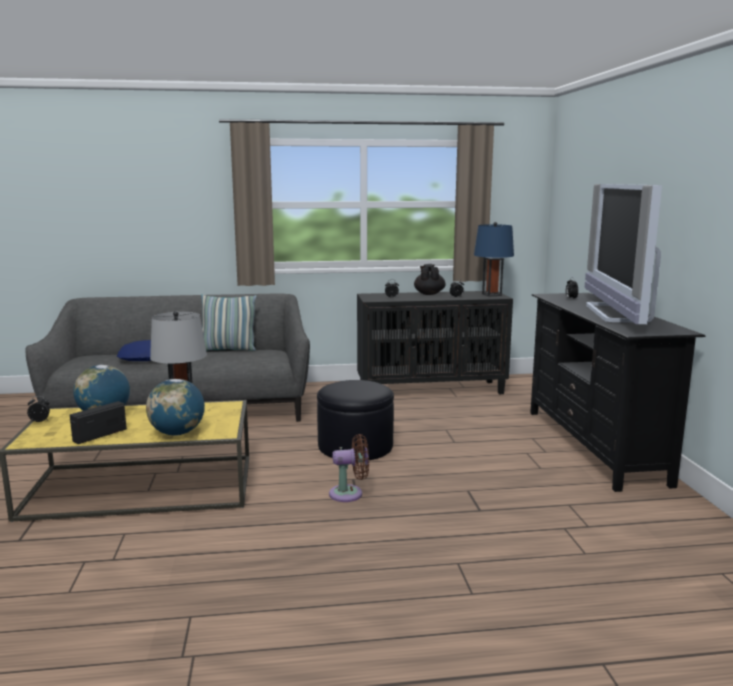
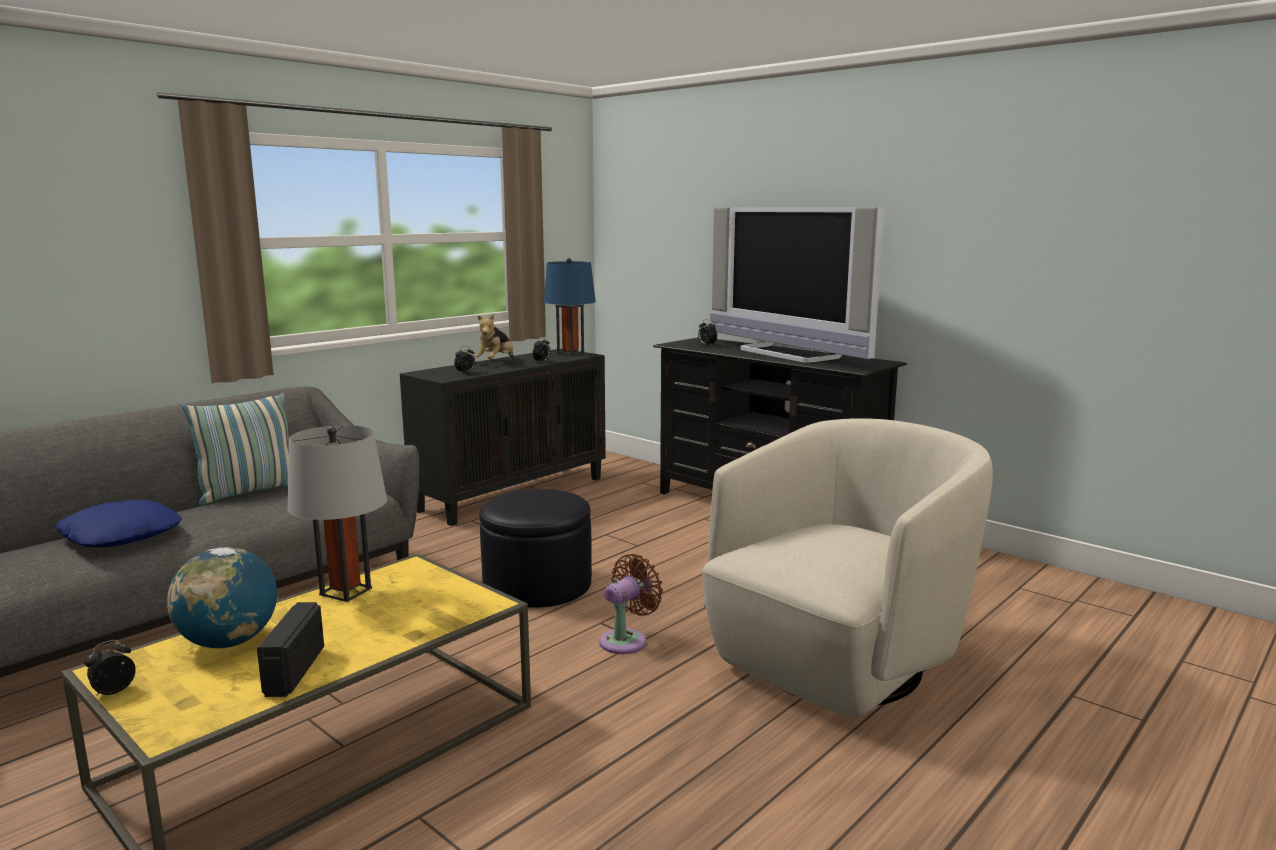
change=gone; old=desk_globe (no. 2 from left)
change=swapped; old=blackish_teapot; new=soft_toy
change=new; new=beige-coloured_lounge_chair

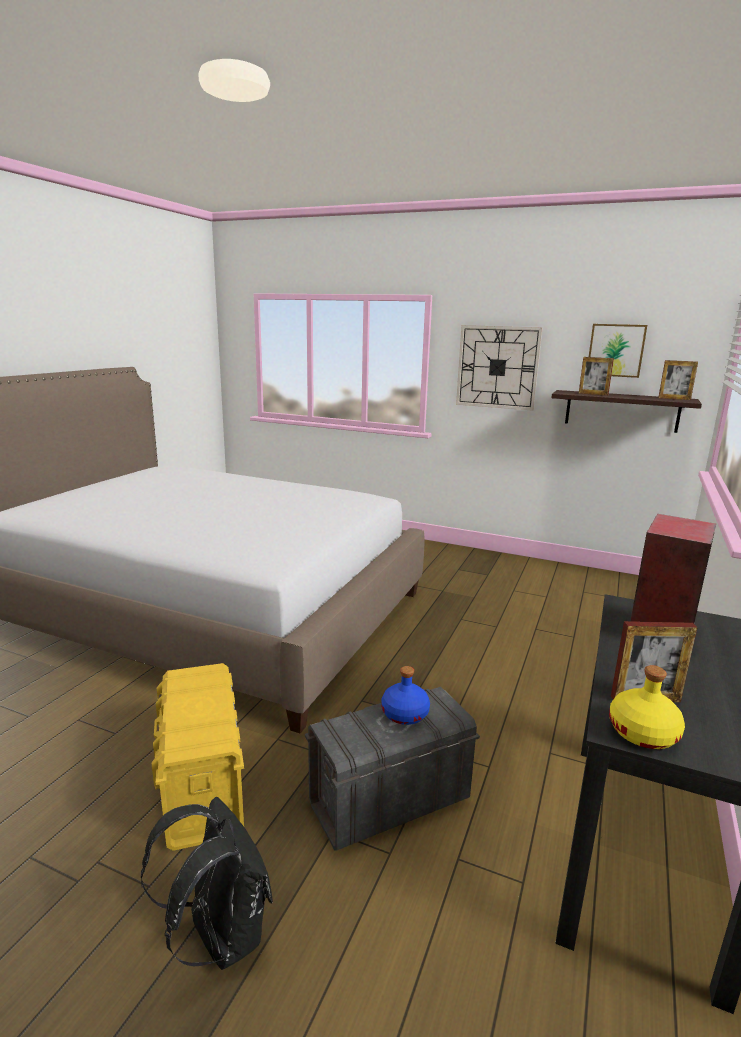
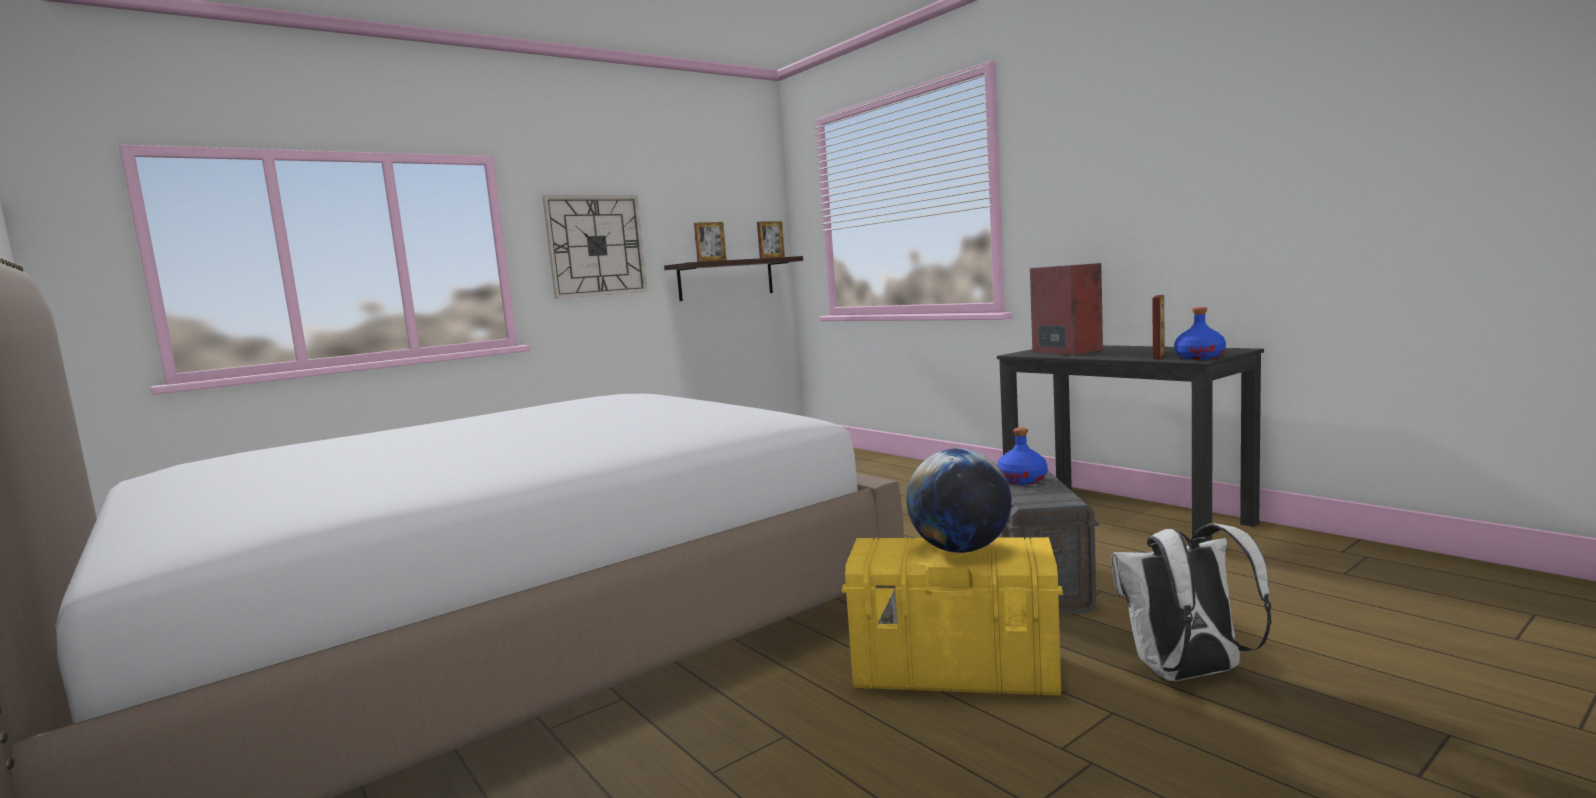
change=repainted; old=blackish_rucksack; new=white_rucksack
change=gone; old=picture
change=repainted; old=yellowish_drink_bottle; new=blue-coloured_drink_bottle (no. 2 from left)
change=new; new=desk_globe

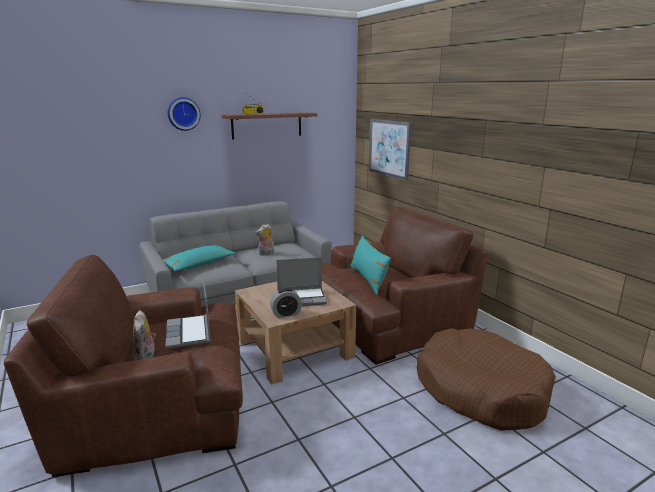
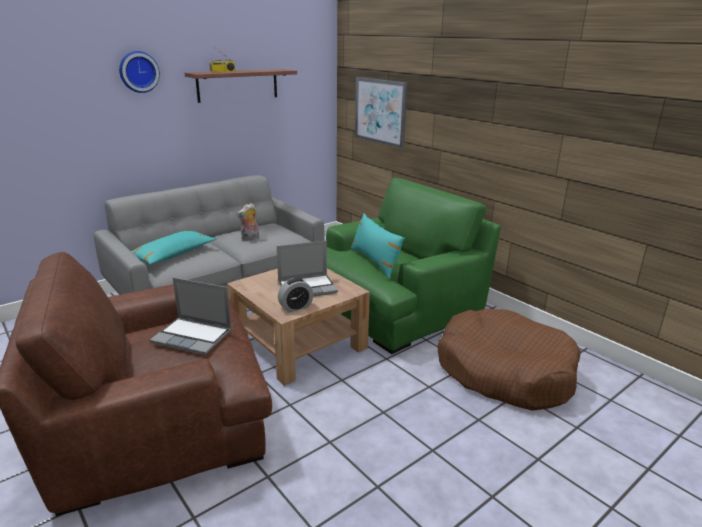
change=gone; old=soft_toy (no. 1 from left)
change=rotated; old=notebook_computer (no. 1 from left); degrees=-45
change=repainted; old=brownish_lounge_chair (no. 2 from left); new=green-coloured_lounge_chair

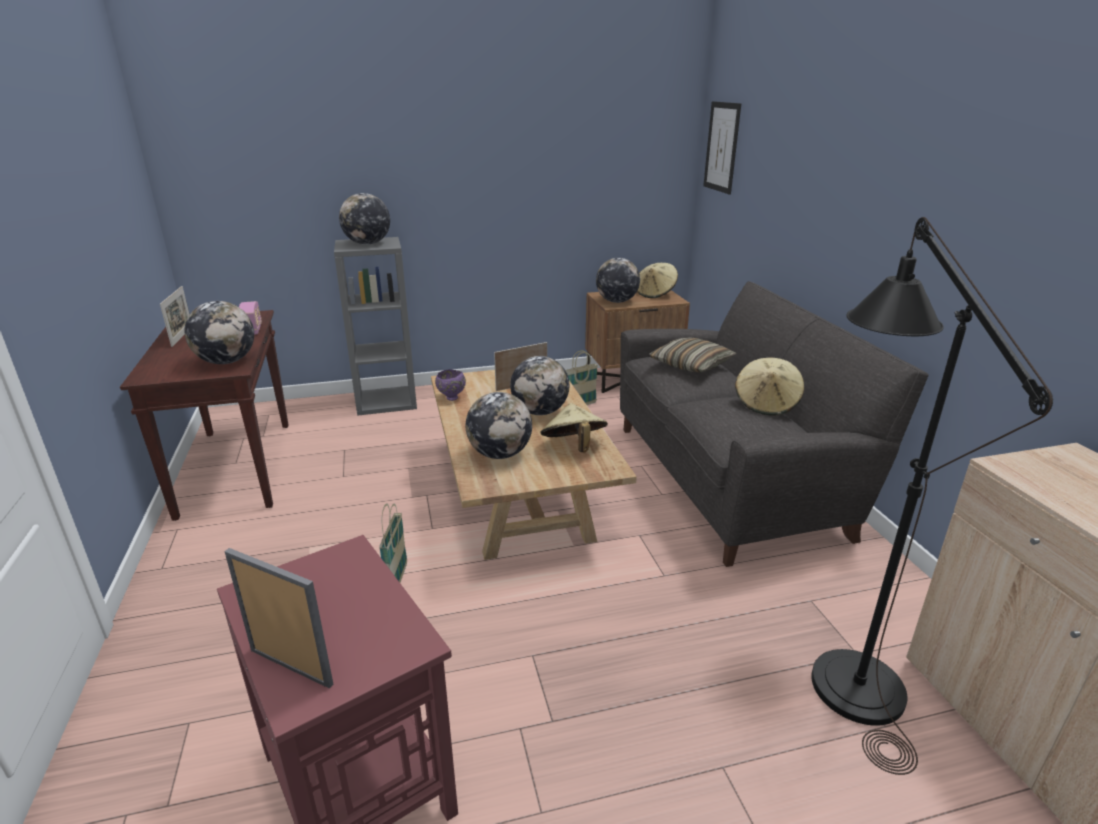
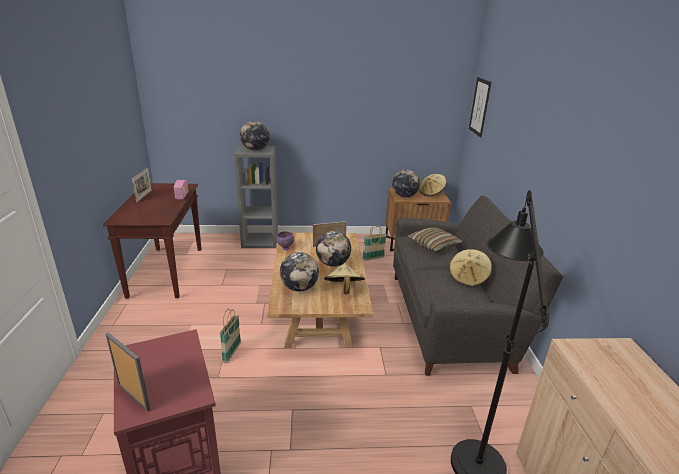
change=gone; old=desk_globe (no. 1 from left)

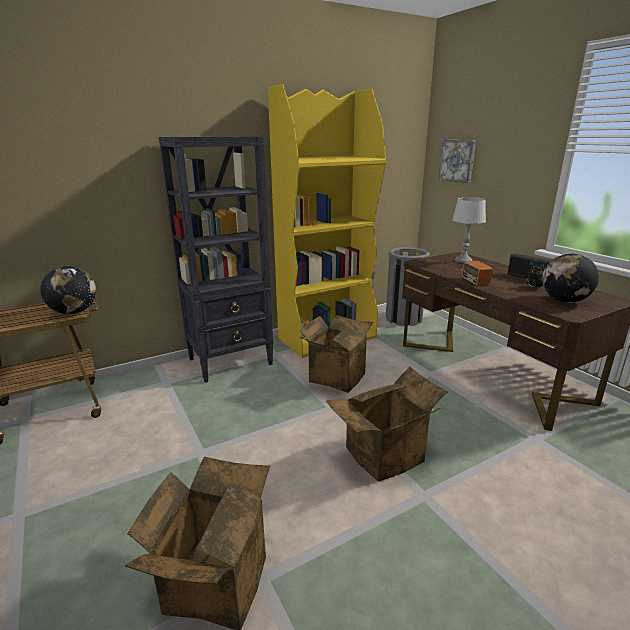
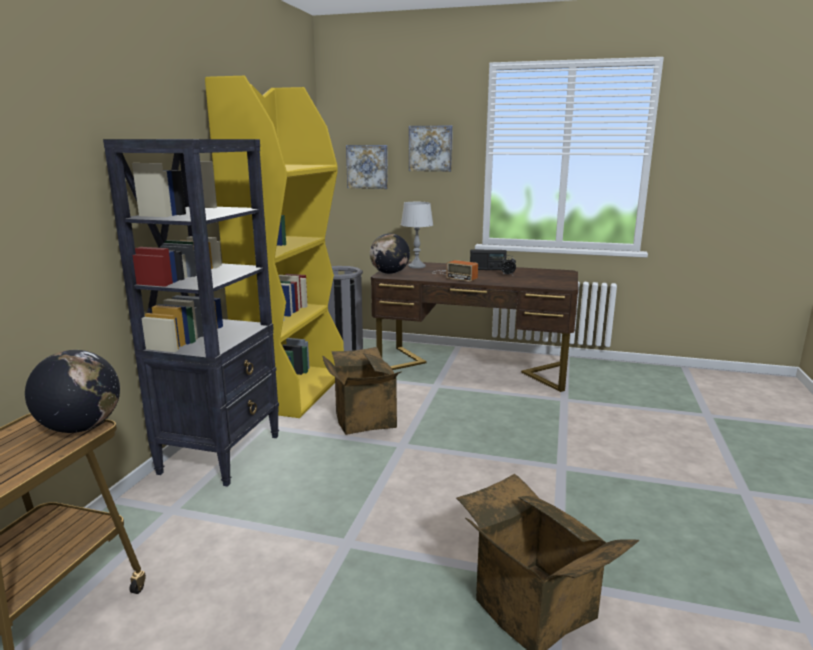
change=gone; old=cardboard_box (no. 3 from left)
change=shifted; old=desk_globe (no. 2 from left)
change=new; new=picture (no. 2 from left)

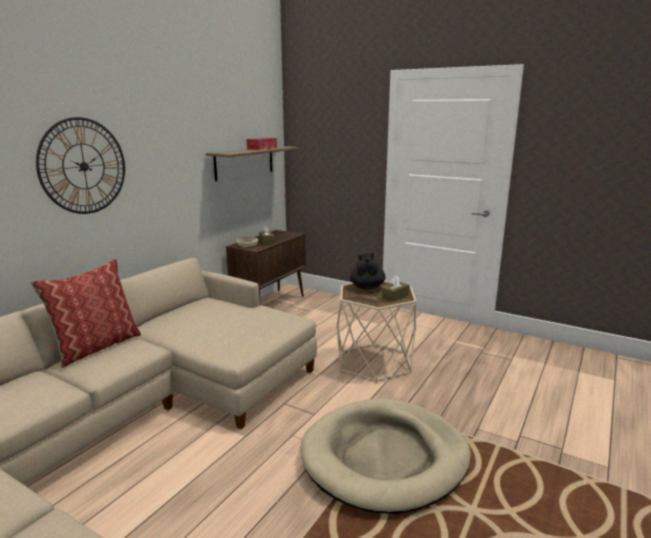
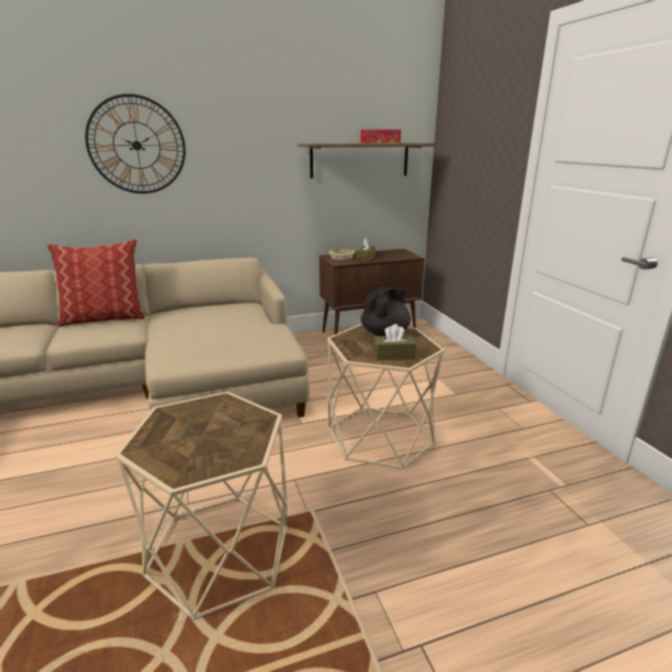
change=swapped; old=beige-coloured_pet_bed; new=beige-coloured_side_table (no. 1 from left)

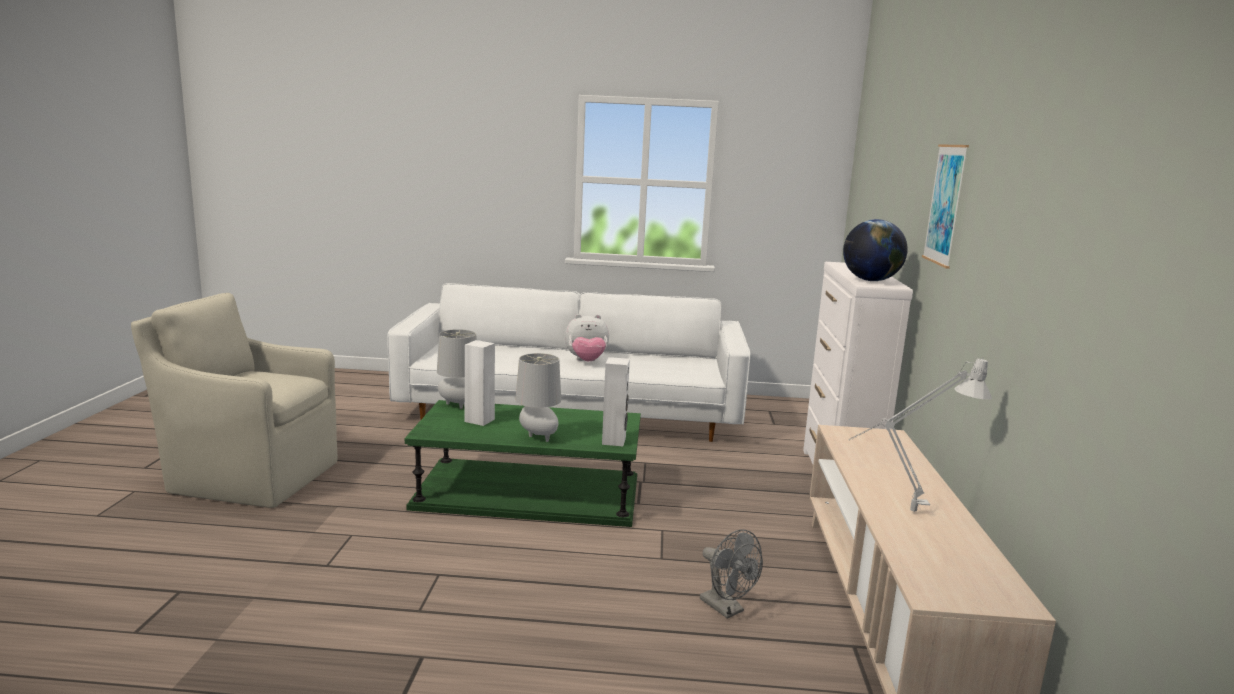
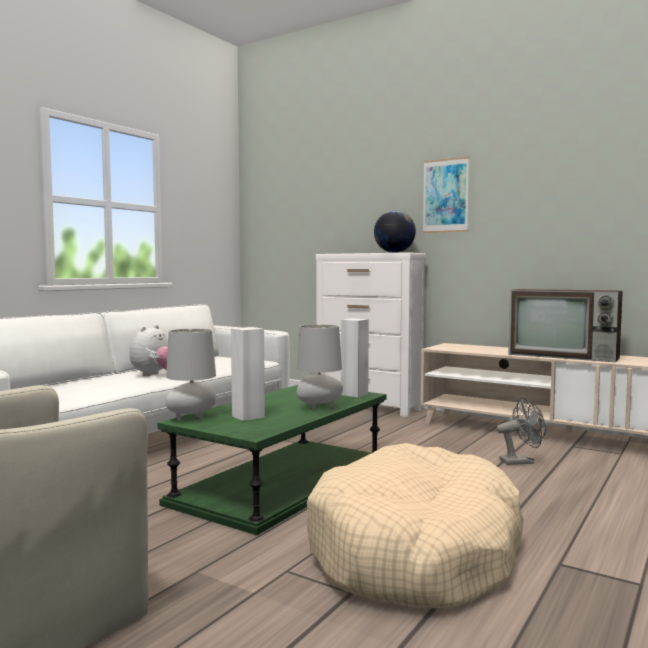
change=swapped; old=greyish_tabletop_lamp (no. 3 from left); new=TV
change=new; new=beige-coloured_pet_bed

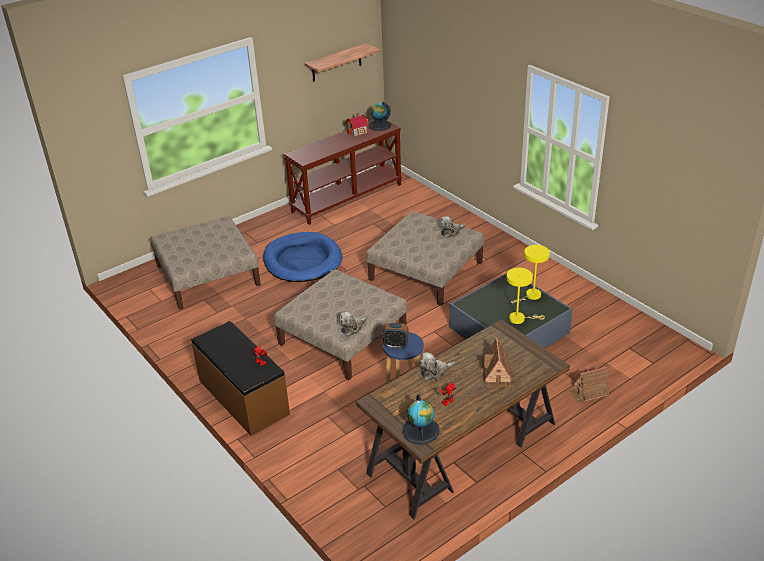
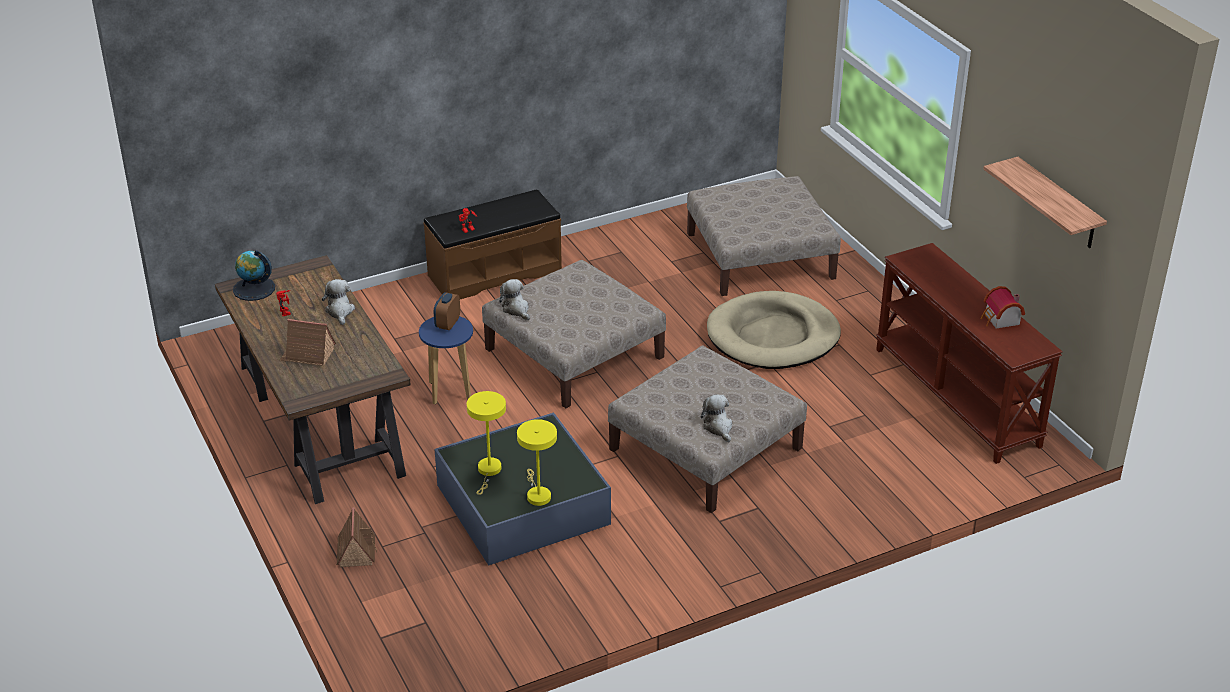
change=repainted; old=blue-coloured_pet_bed; new=beige-coloured_pet_bed
change=gone; old=desk_globe (no. 1 from left)

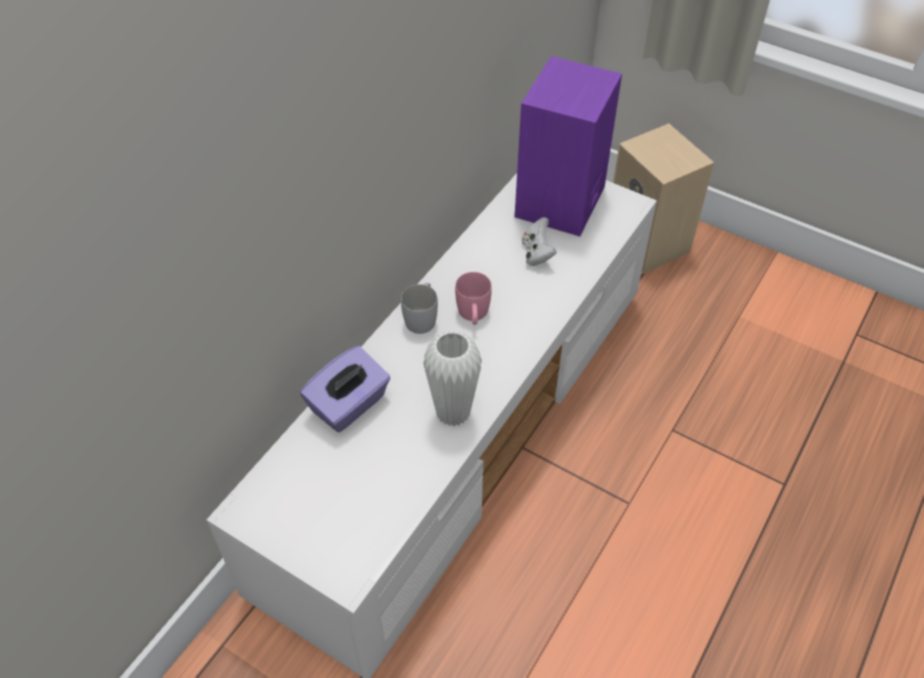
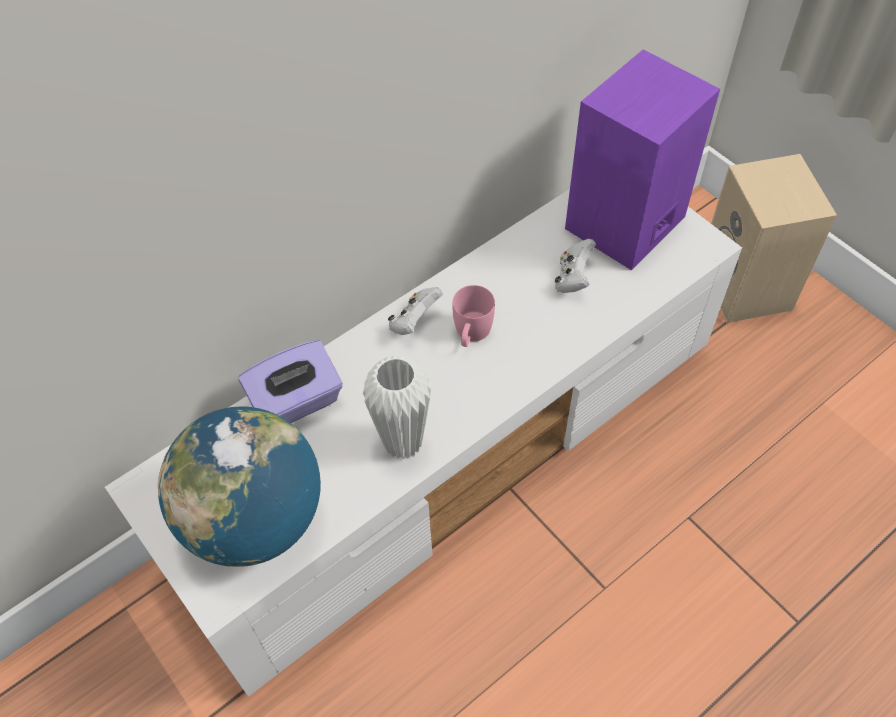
change=swapped; old=white_coffee_mug; new=white_gamepad (no. 1 from left)
change=new; new=desk_globe

